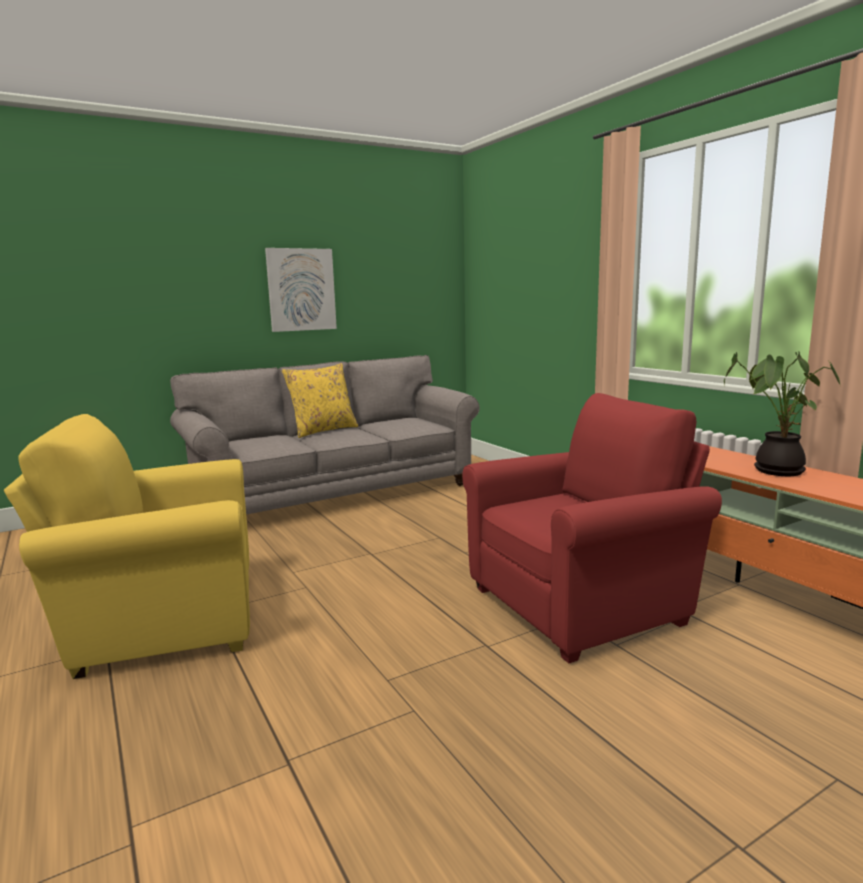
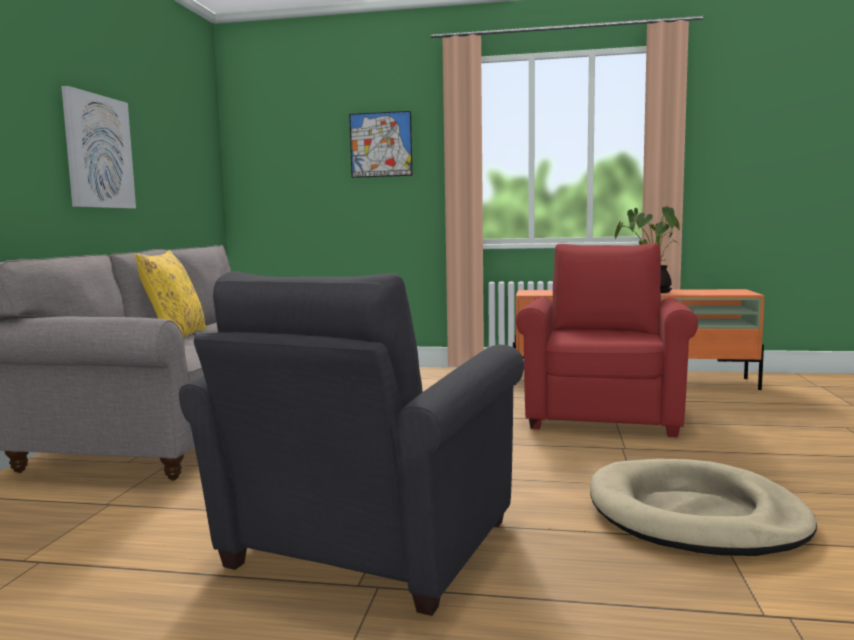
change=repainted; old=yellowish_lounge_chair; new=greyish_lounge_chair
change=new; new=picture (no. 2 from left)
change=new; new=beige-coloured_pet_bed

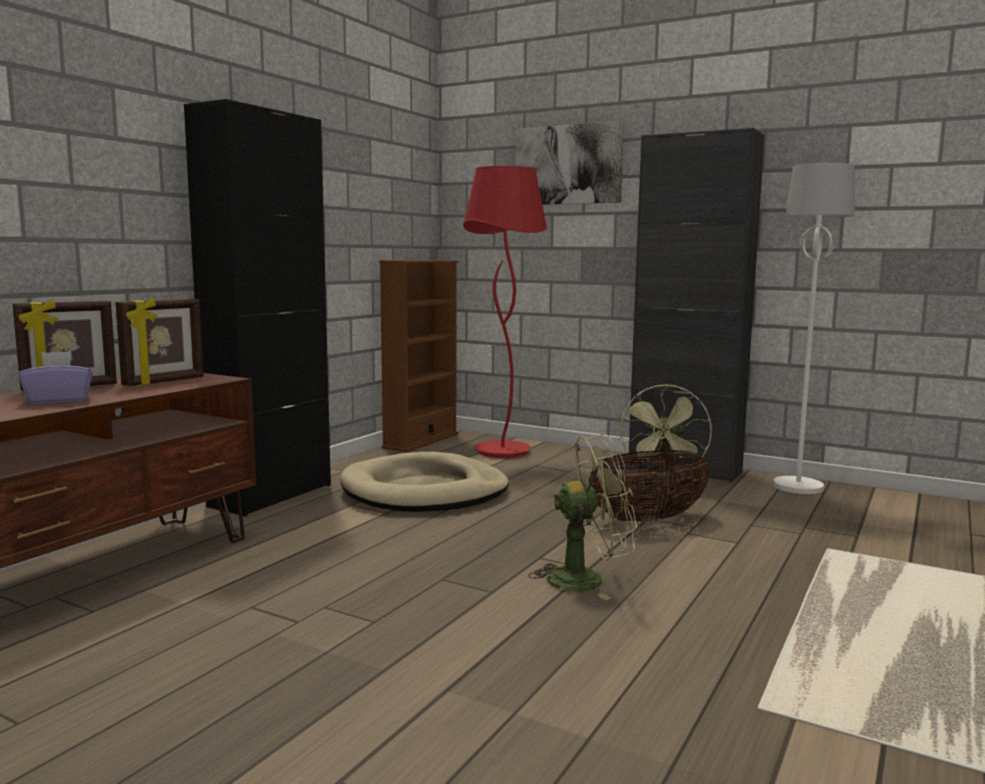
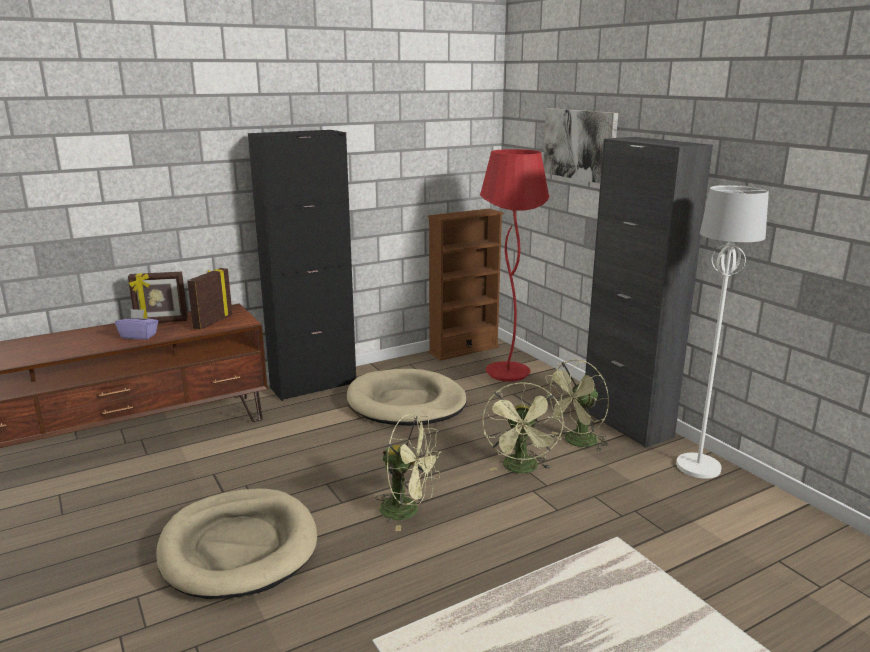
change=rotated; old=picture_frame (no. 2 from left); degrees=135
change=swapped; old=basket; new=green-coloured_cooling_fan (no. 2 from left)
change=new; new=beige-coloured_pet_bed (no. 1 from left)

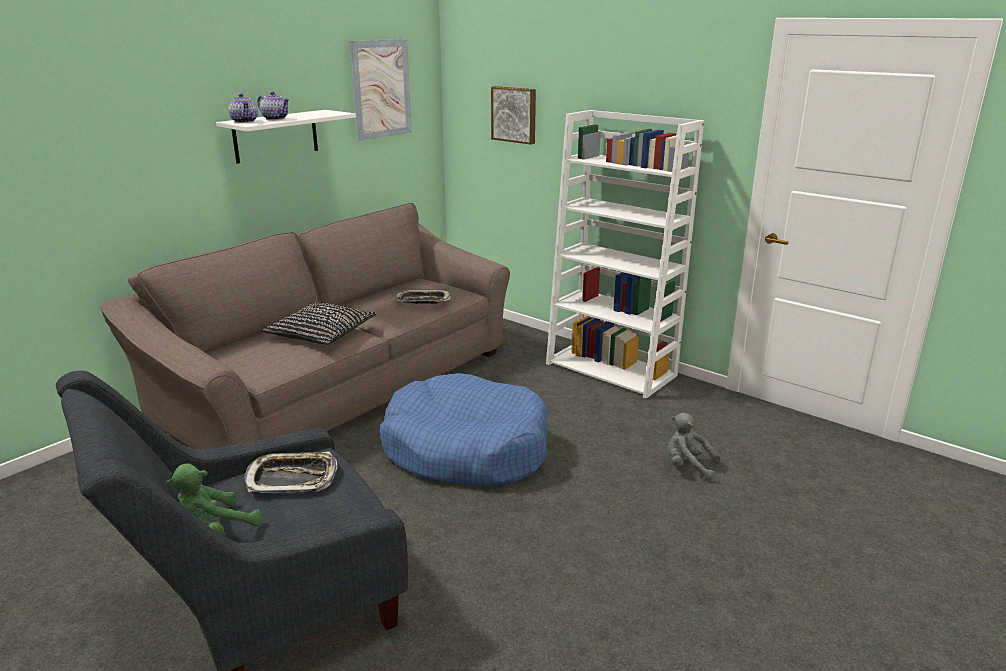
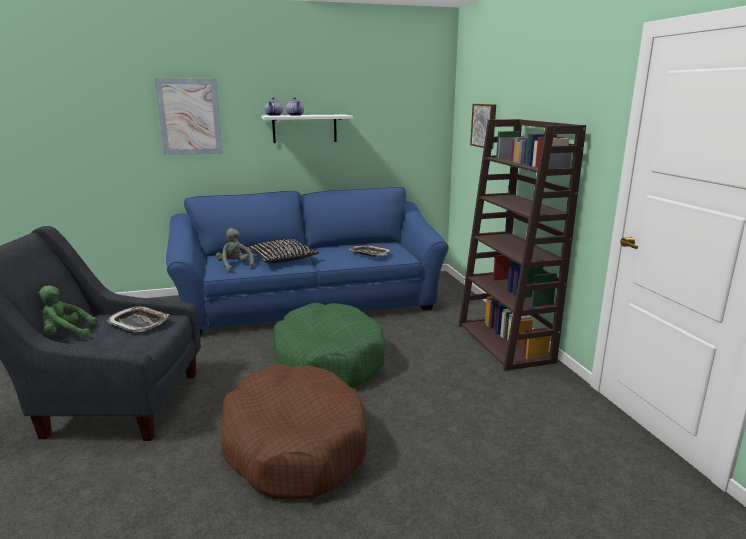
change=repainted; old=brownish_couch; new=blue-coloured_couch
change=shifted; old=picture (no. 1 from left)
change=repainted; old=blue-coloured_pet_bed; new=green-coloured_pet_bed
change=repainted; old=white_shelving_unit; new=brownish_shelving_unit
change=shifted; old=greyish_soft_toy
change=new; new=brownish_pet_bed

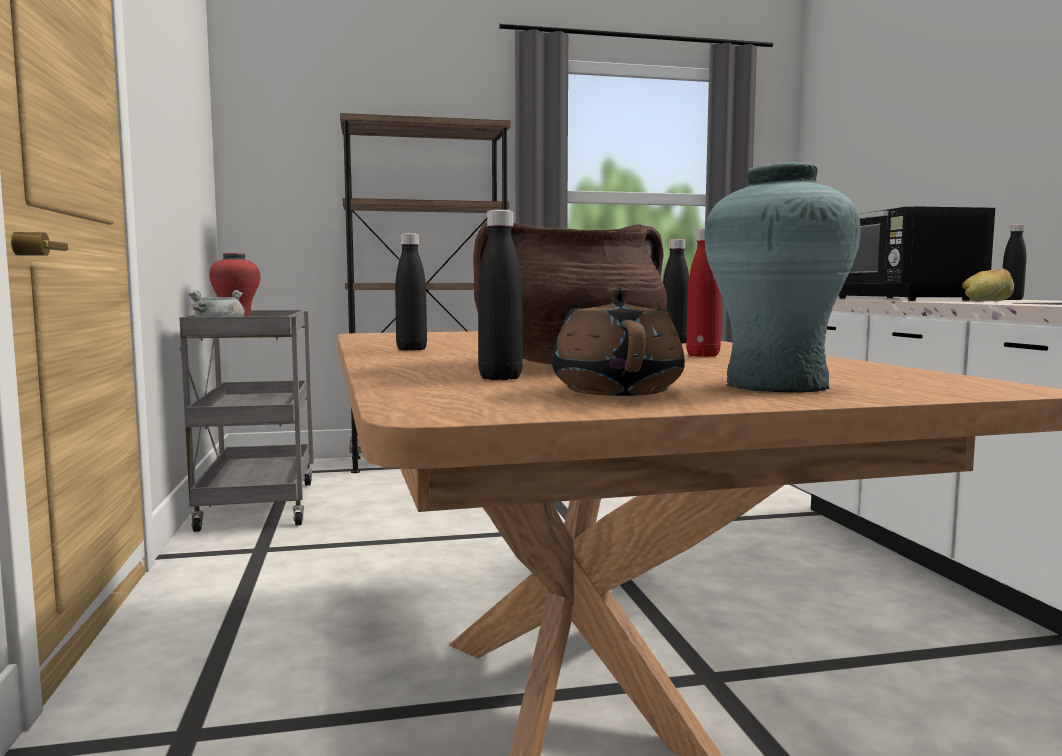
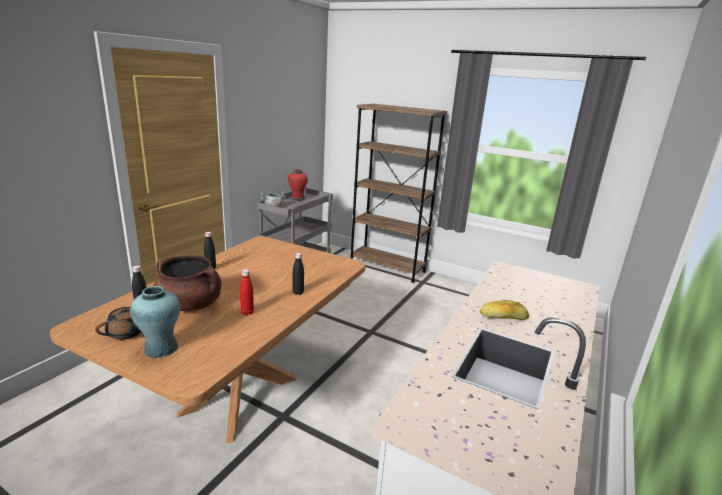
change=gone; old=blackish_kitchen_microwave
change=gone; old=blackish_drink_bottle (no. 4 from left)

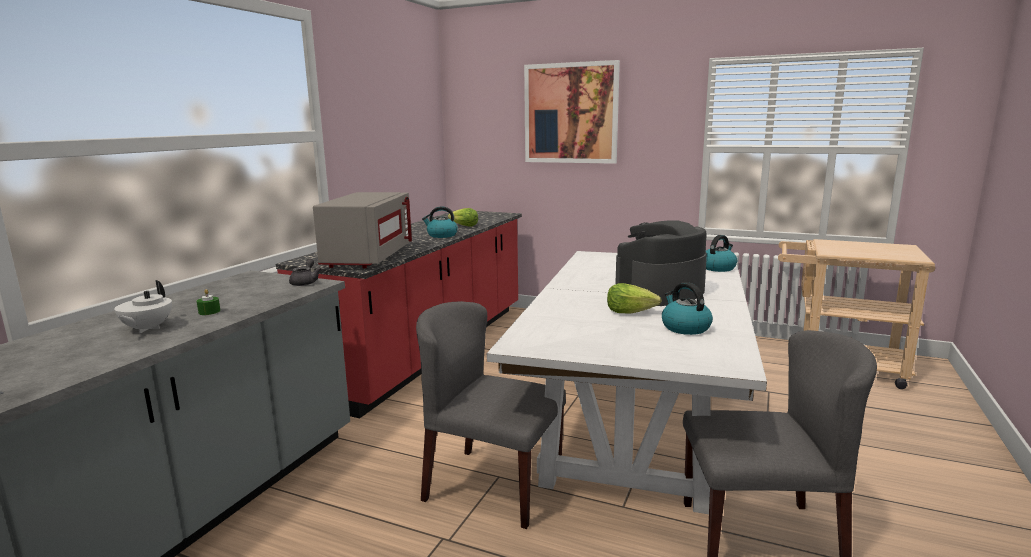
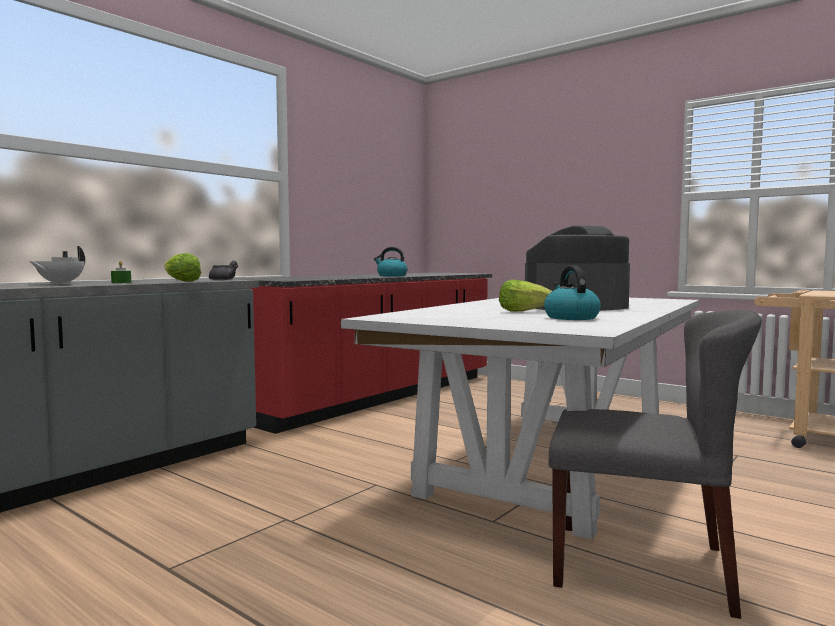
change=gone; old=greyish_kitchen_microwave
change=gone; old=greyish_upright_chair (no. 1 from left)
change=shifted; old=lettuce (no. 1 from left)
change=gone; old=picture
change=gone; old=tea_kettle (no. 3 from left)

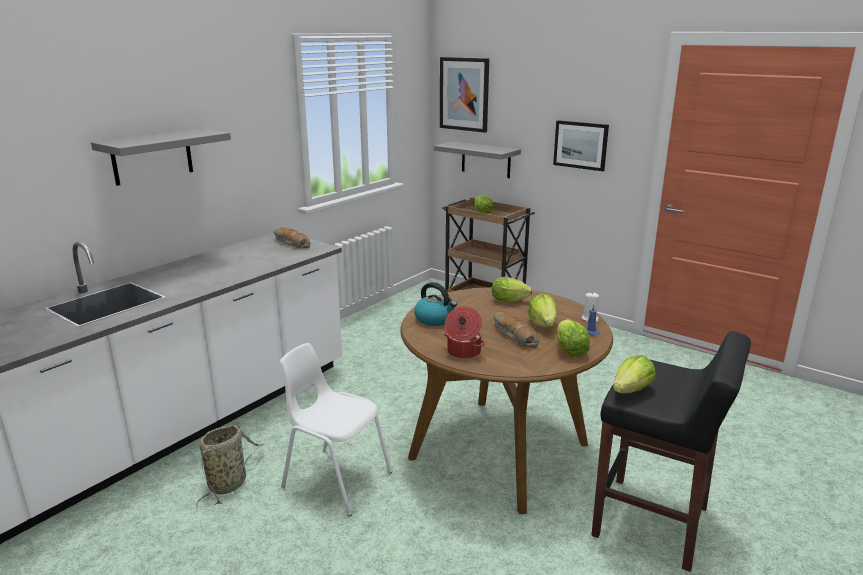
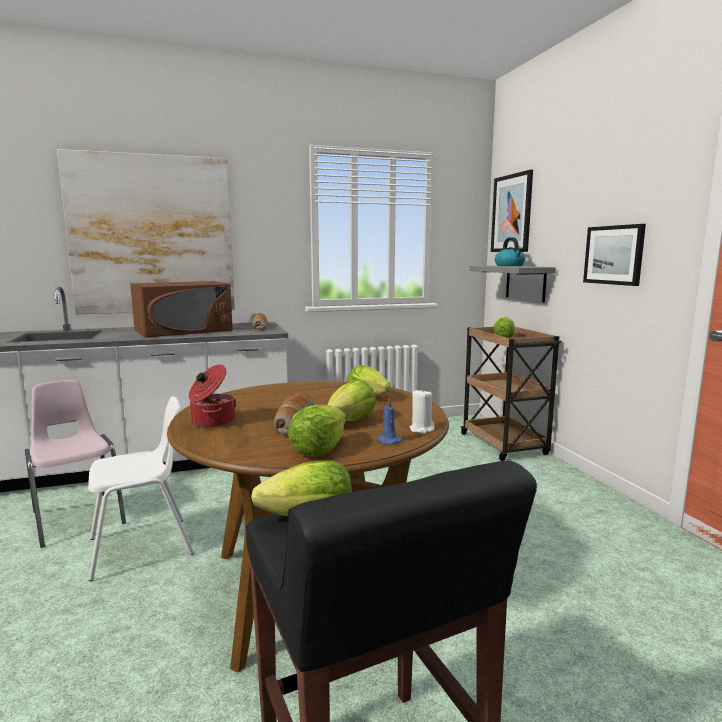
change=swapped; old=greyish_bracket_shelf (no. 1 from left); new=picture (no. 1 from left)
change=swapped; old=basket; new=pinkish_upright_chair
change=rotated; old=white_upright_chair; degrees=90
change=shifted; old=tea_kettle
change=new; new=brownish_kitchen_microwave

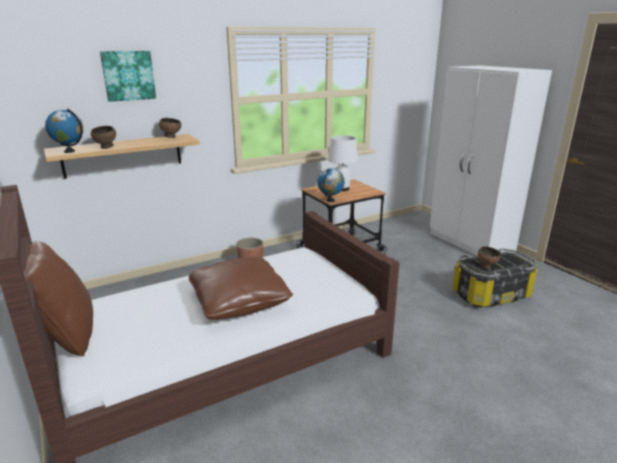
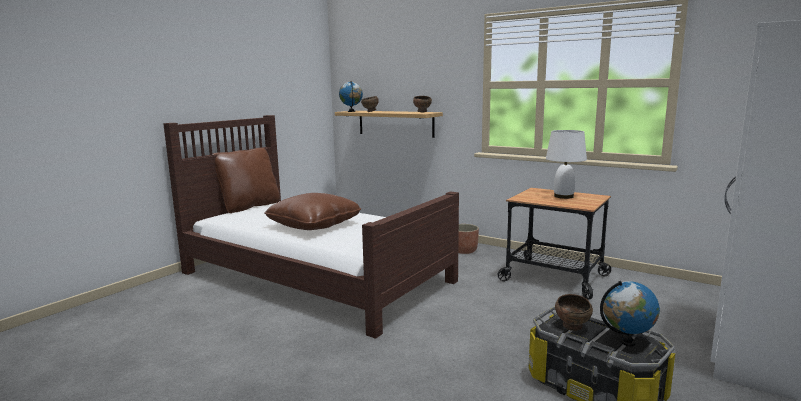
change=gone; old=picture
change=shifted; old=desk_globe (no. 2 from left)

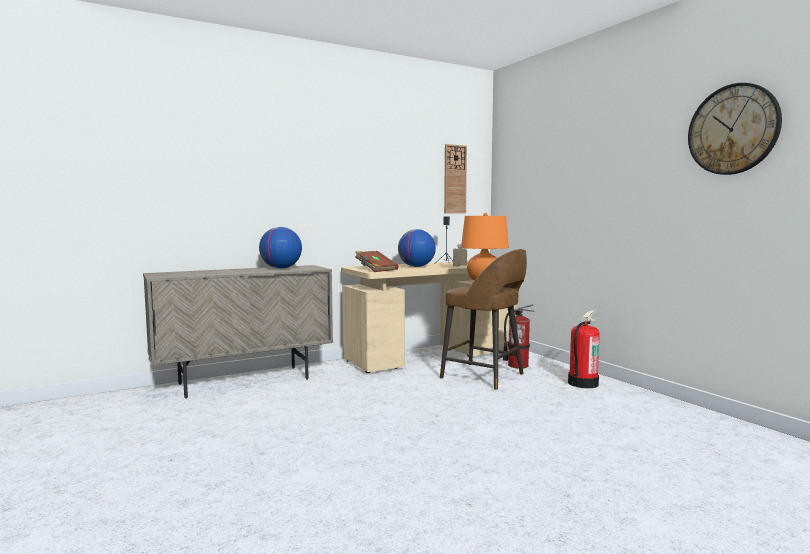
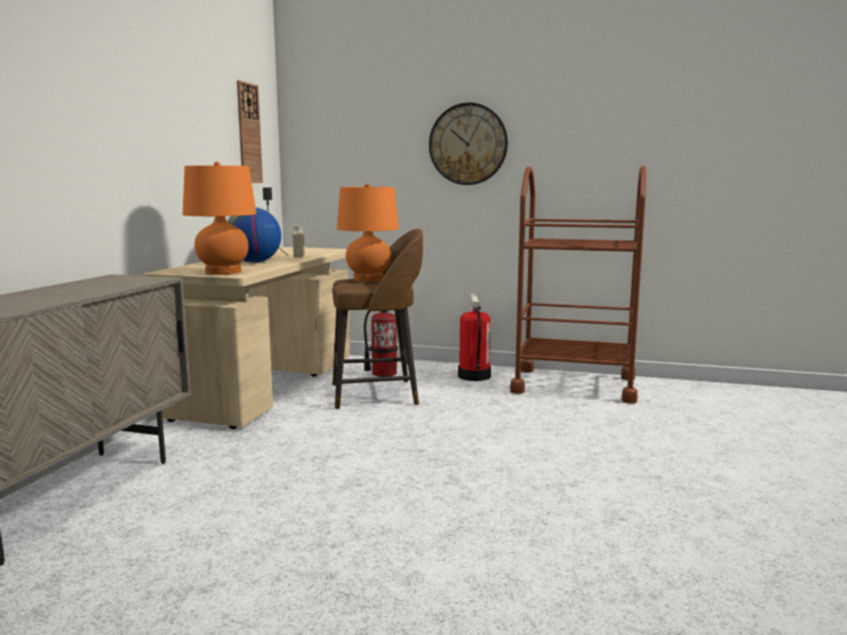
change=gone; old=desk_globe (no. 1 from left)
change=swapped; old=brownish_bound_book; new=orange_tabletop_lamp (no. 1 from left)
change=shifted; old=clock_on_the_wall (no. 2 from left)
change=new; new=brownish_trolley

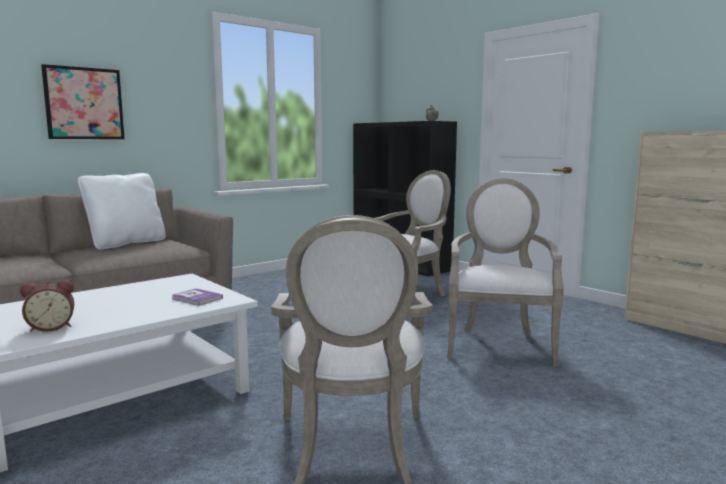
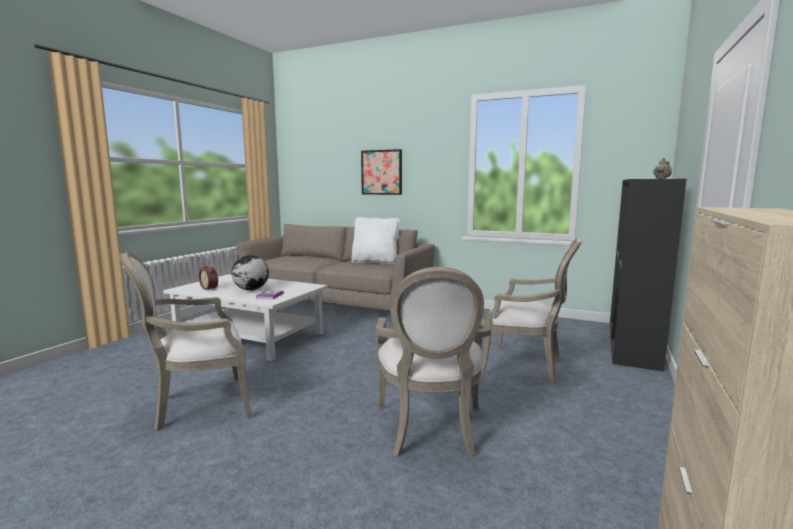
change=rotated; old=lounge_chair (no. 3 from left in the first image); degrees=105
change=new; new=desk_globe

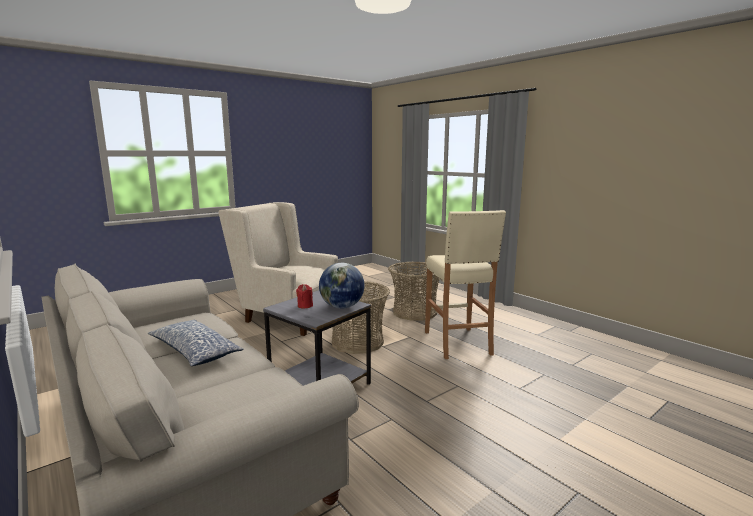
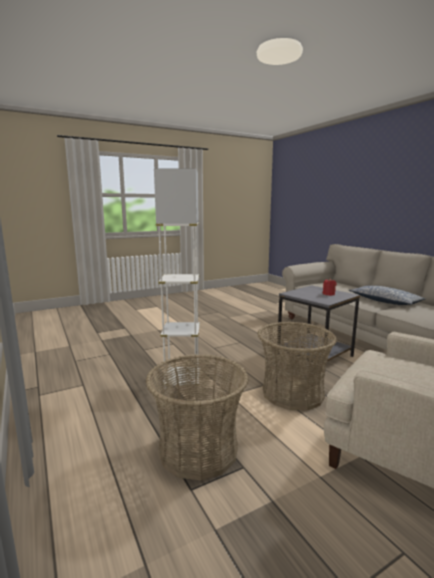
change=gone; old=desk_globe
change=swapped; old=beige-coloured_stool; new=white_standard_lamp

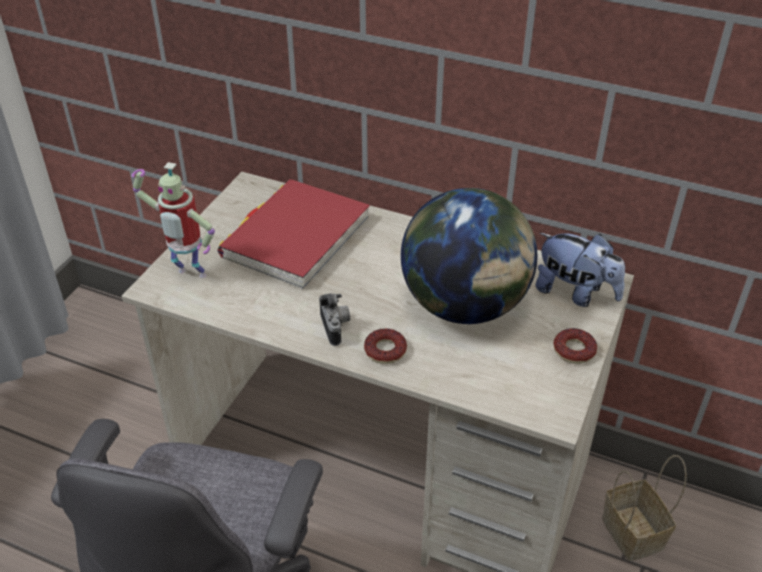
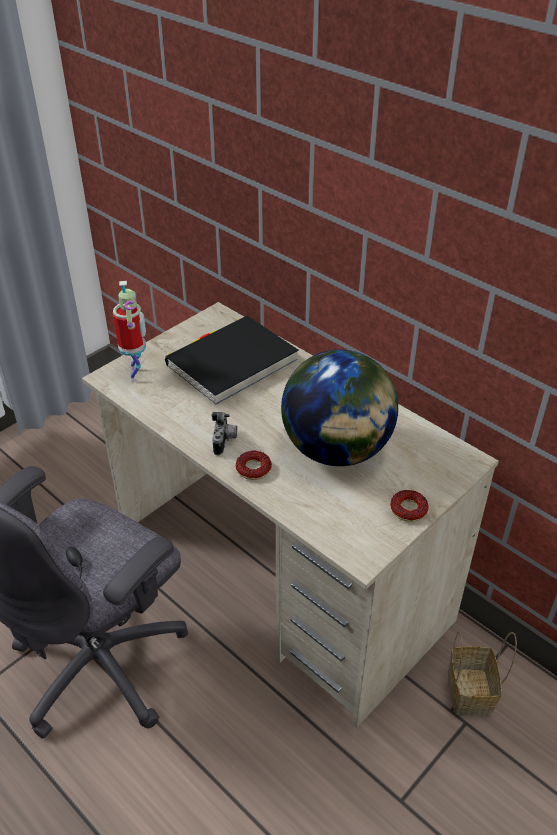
change=rotated; old=model_robot; degrees=-135
change=repainted; old=red-coloured_bound_book; new=blackish_bound_book
change=gone; old=soft_toy

